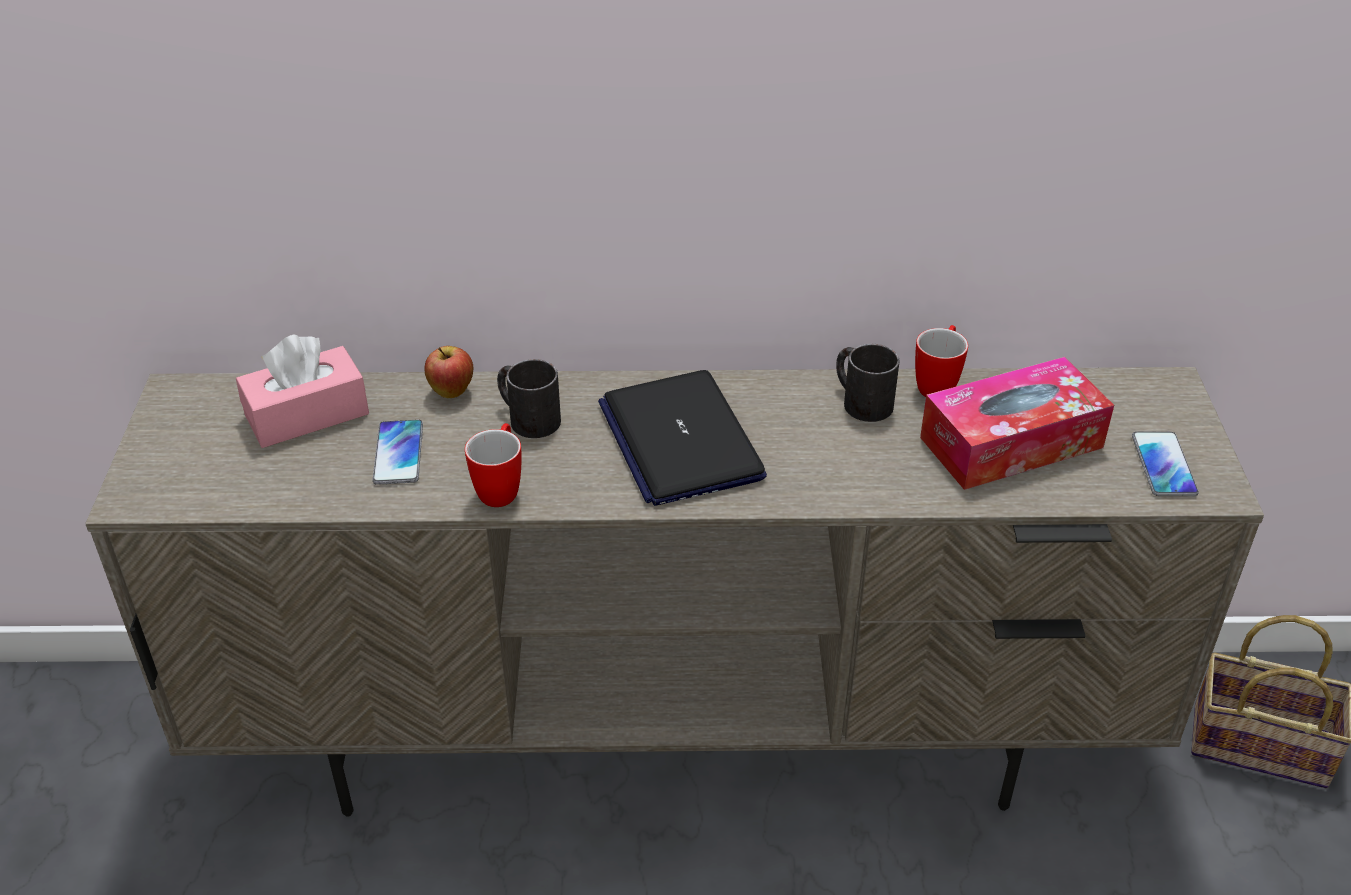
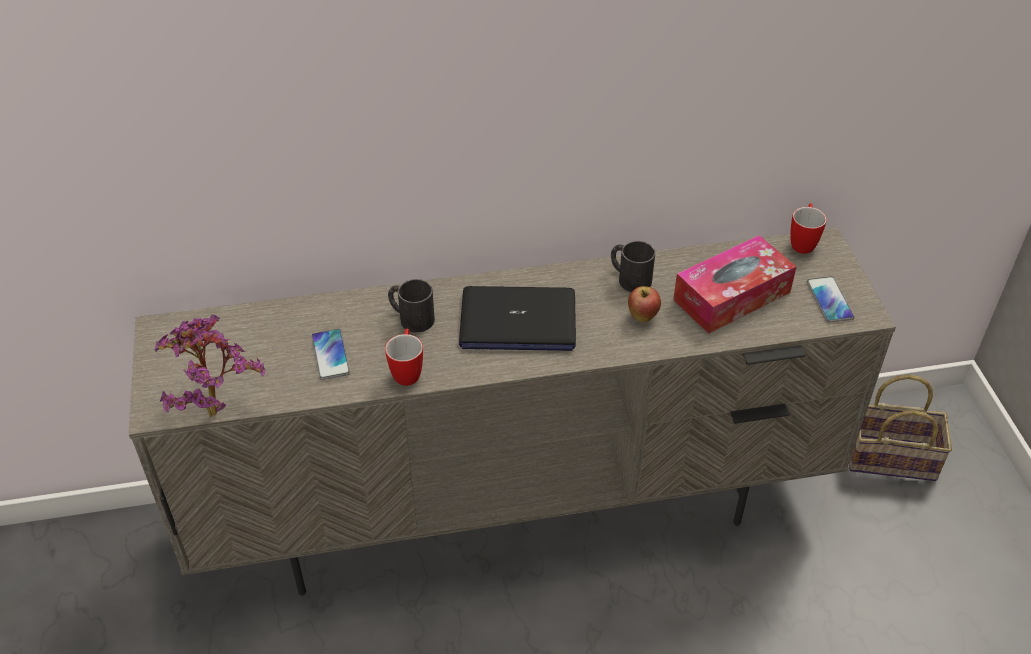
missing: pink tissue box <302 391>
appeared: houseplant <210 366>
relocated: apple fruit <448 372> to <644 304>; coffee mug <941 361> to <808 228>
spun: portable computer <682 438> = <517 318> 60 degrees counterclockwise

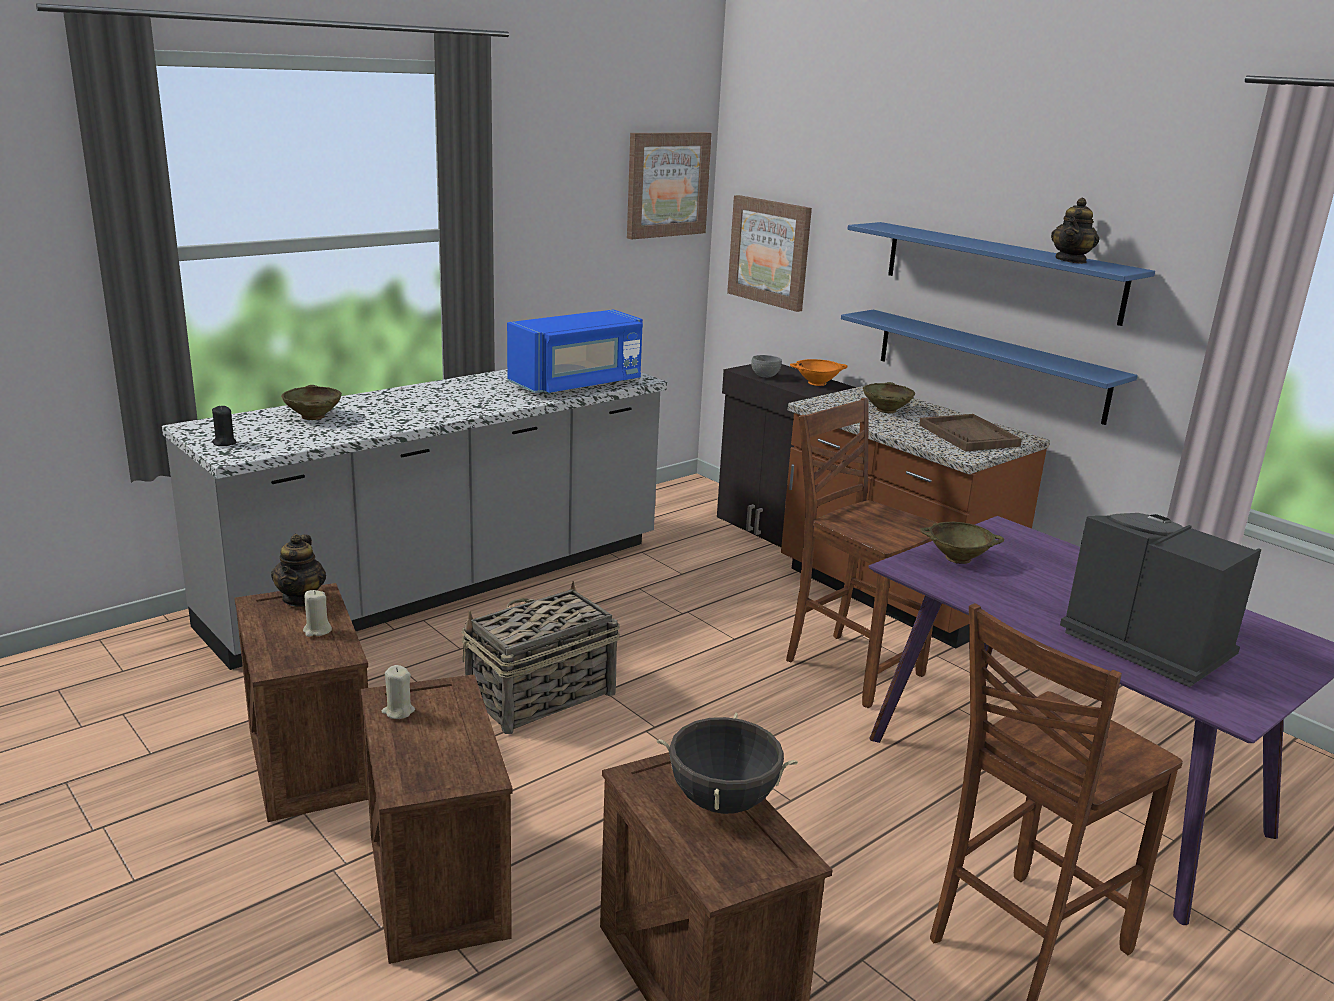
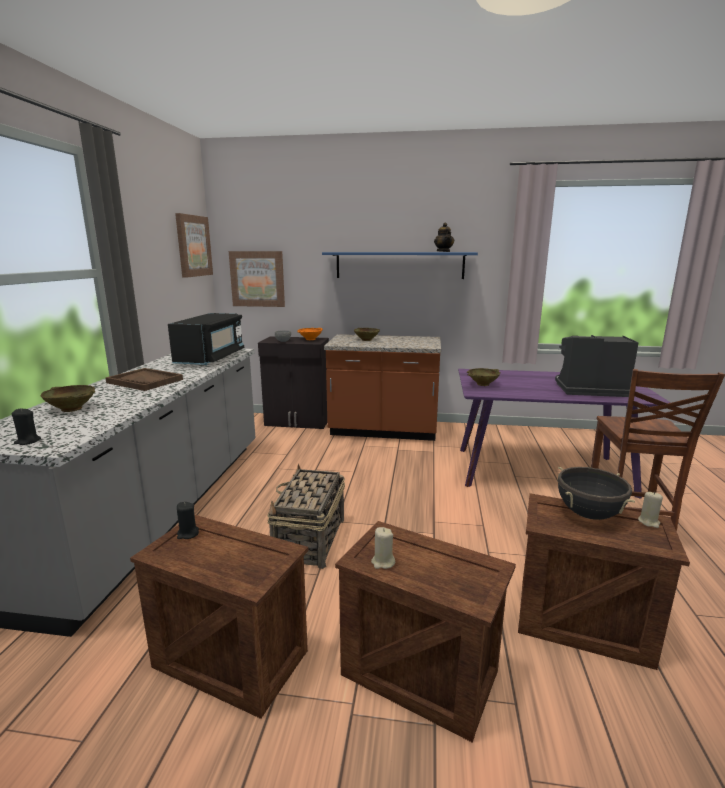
missing: brown-coloured upright chair <861 553>; blue wall shelf <989 367>
relocated: beige wax candle <317 613> to <650 510>; brown-coloured carrying tray <970 433> to <144 379>
exchanged: teapot <298 570> to blackish wax candle <188 520>
colour: blue kitchen microwave <575 351> to blackish kitchen microwave <206 339>

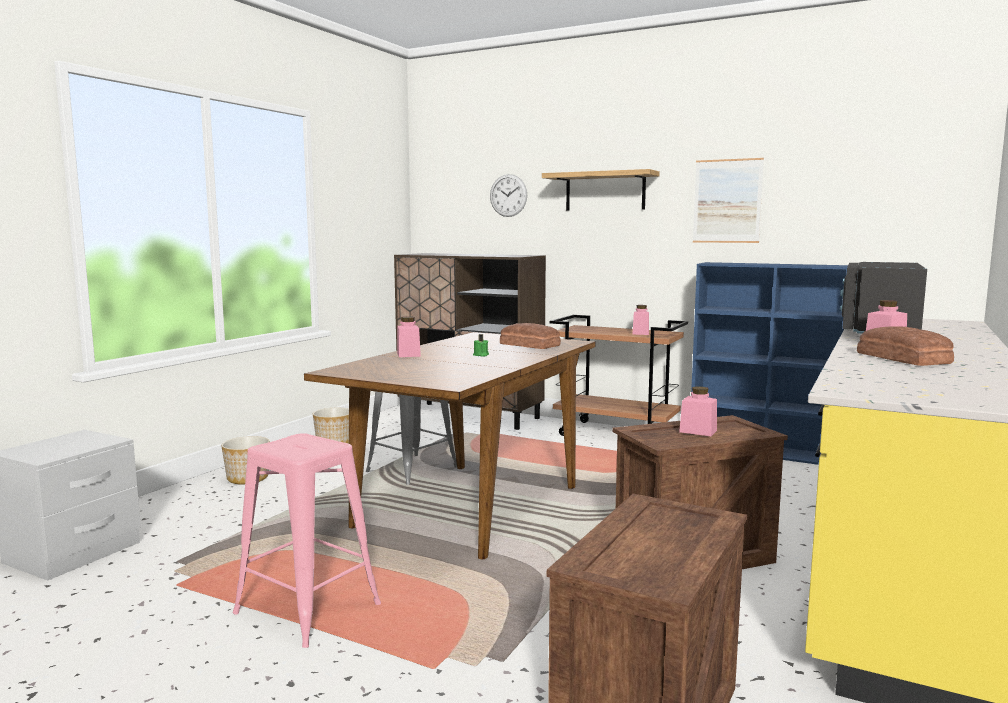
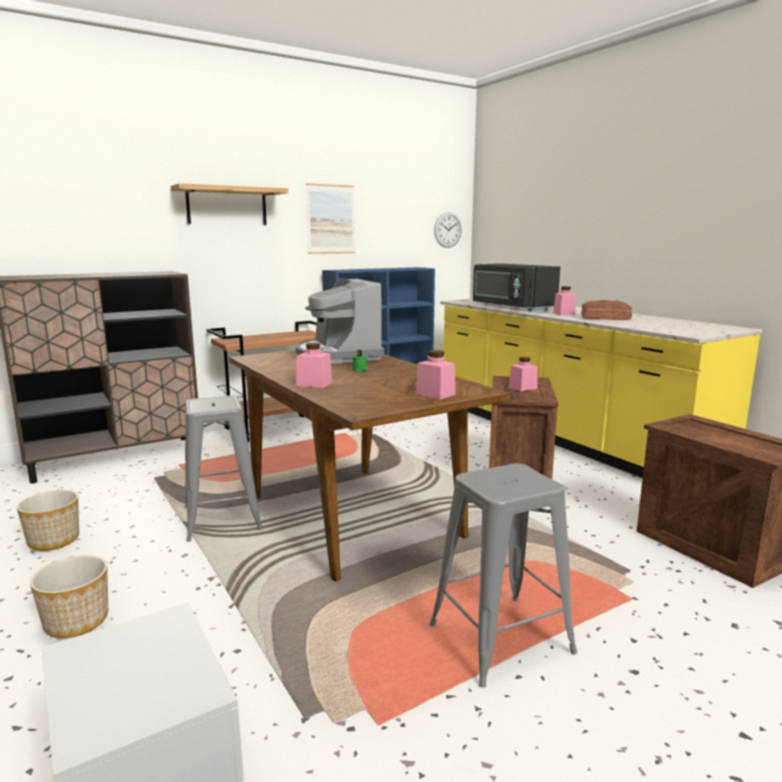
relocated: wall clock <508 195> to <448 230>; pink storage jar <640 320> to <435 375>
exchanged: bread <530 336> to coffee brewer <340 321>
colour: pink stool <307 540> to greyish stool <503 575>

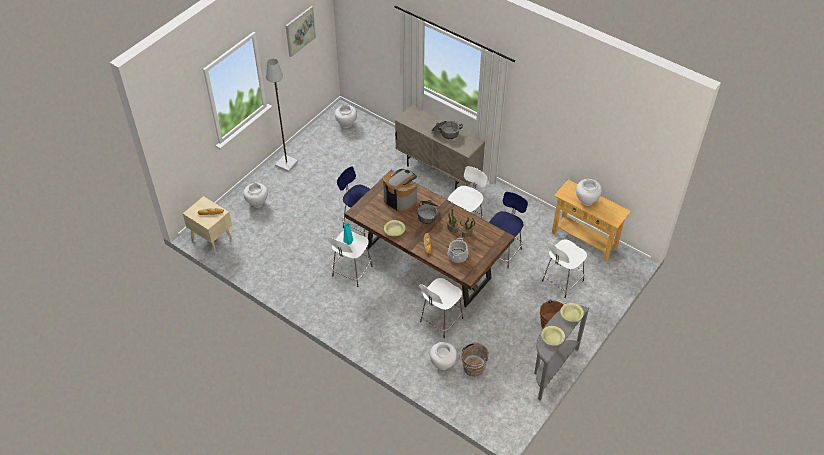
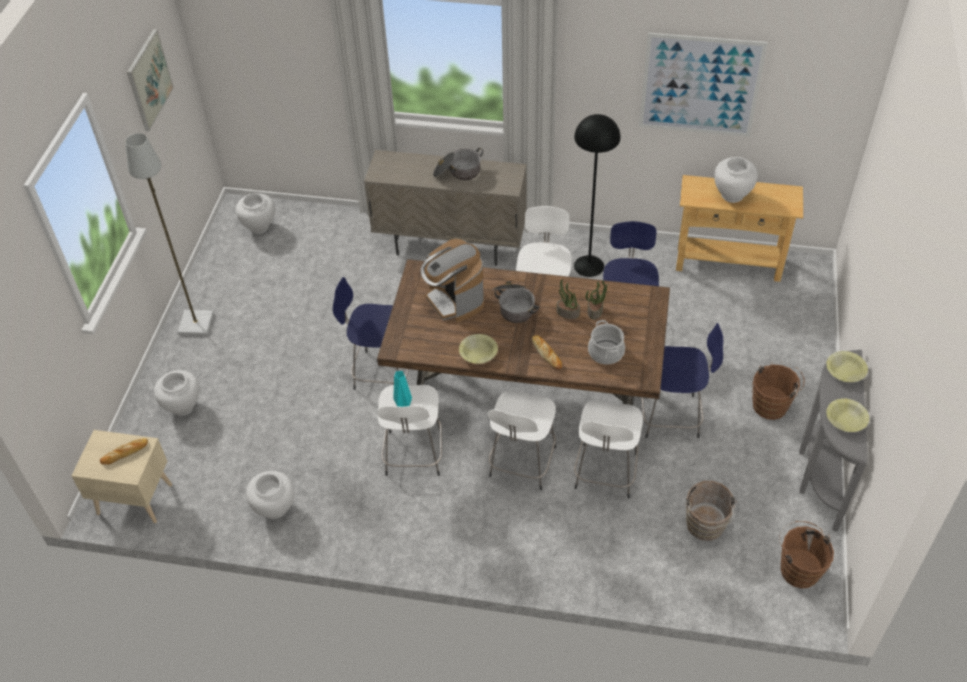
appeared: blackish floor lamp <597 195>; picture <703 85>; blue stool <682 380>; brown-coloured bucket <806 554>
relocated: whitish decorative vase <443 356> to <270 495>; whitish stool <564 268> to <522 440>
spun: coffee brewer <400 190> = <452 280> 135 degrees counterclockwise

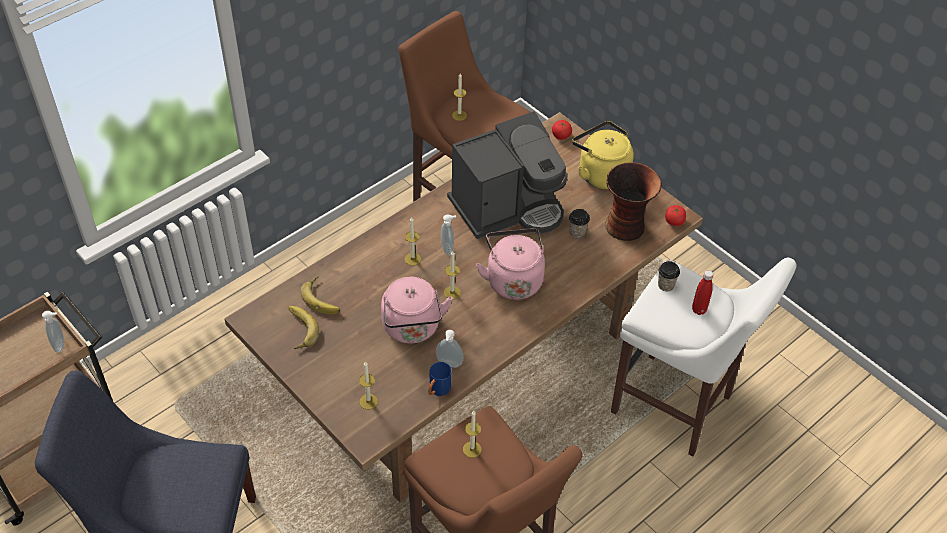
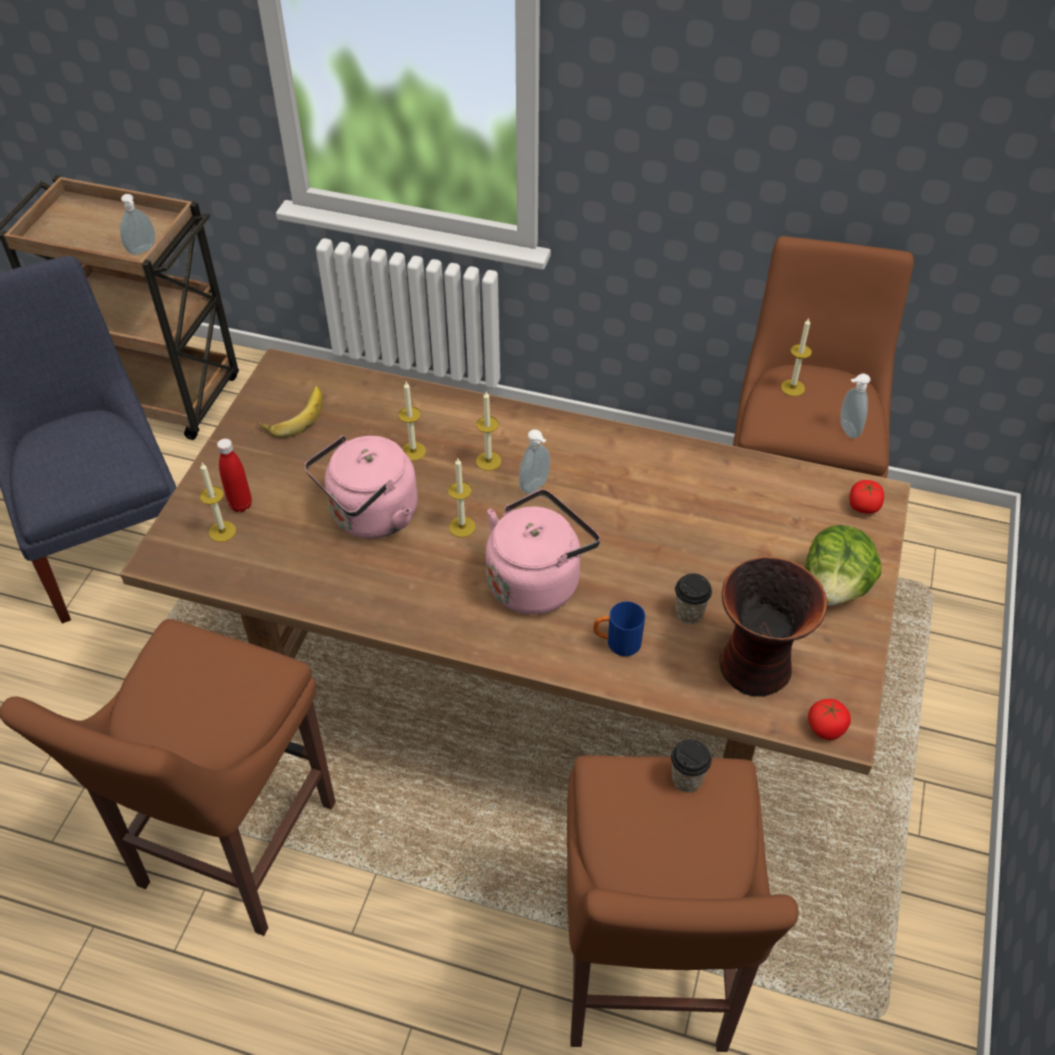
missing: whole banana <320 295>; coffee brewer <507 175>
relocated: blue coffee mug <439 379> to <619 628>; soap bottle <449 349> to <855 406>; wax candle <472 434> to <412 421>; red drink bottle <703 292> to <234 475>
exchanged: yellowish water kettle <603 155> to head of lettuce <843 565>
colour: whitish stool <703 357> to brown-coloured stool <682 903>

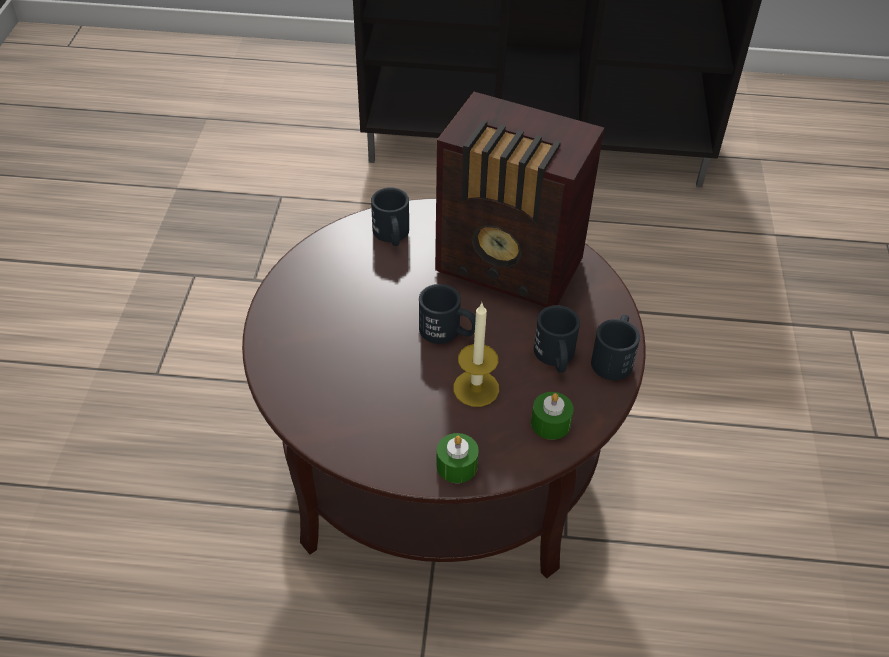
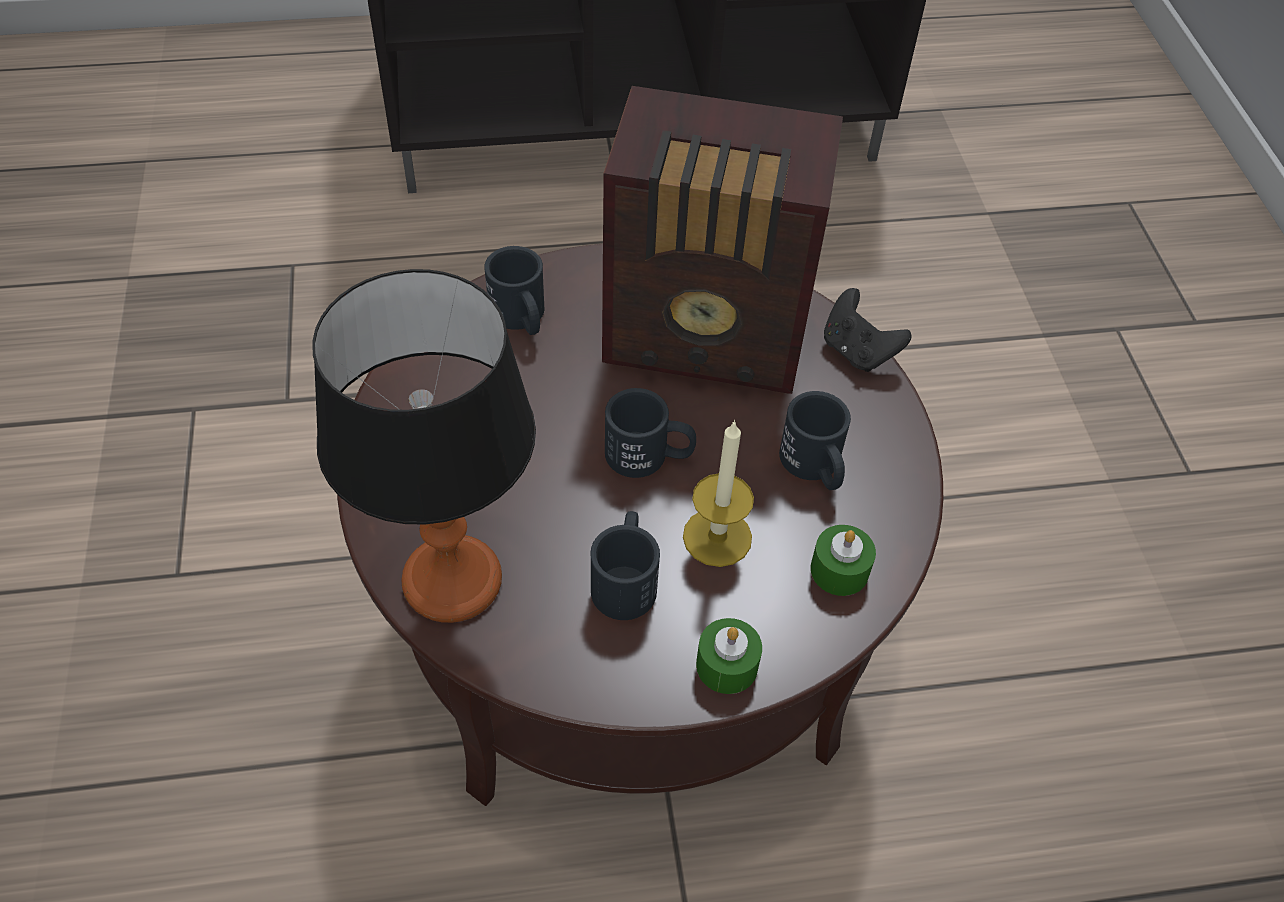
appeared: table lamp <424 446>; blackish joypad <868 330>
relocated: blackish coffee mug <615 347> to <625 565>

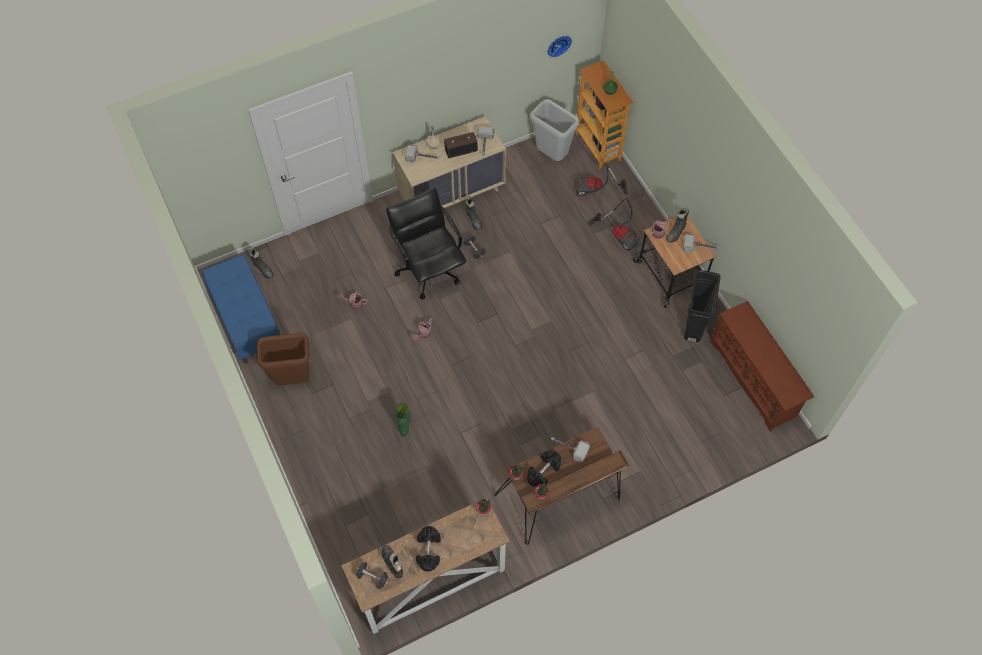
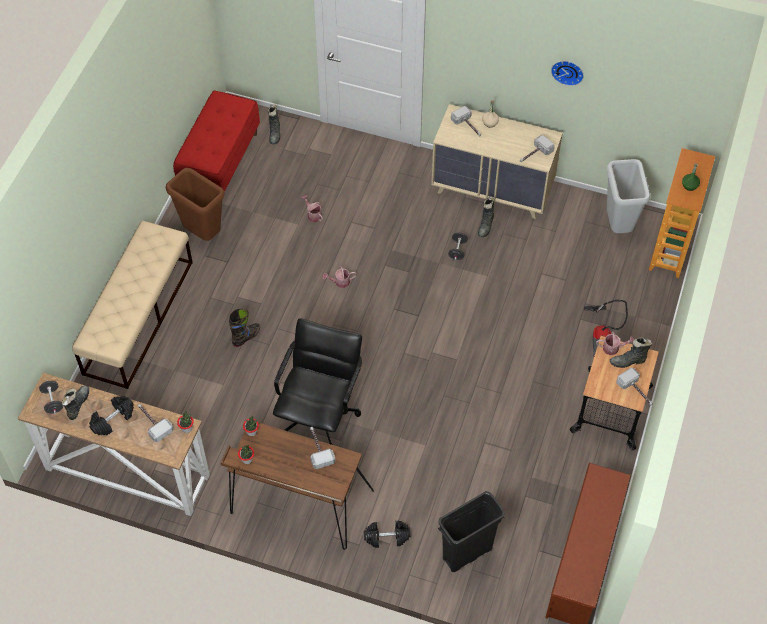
missing: radio set <461 145>; vacuum <601 180>
appeared: beige indoor bench <132 305>; hand hammer <156 423>
relocated: blackish computer chair <426 243> to <317 381>; blackish dumbbell <544 468> to <387 534>; wall clock <559 46> to <567 73>; blackish trash can <702 306> to <471 531>
colour: blue indoor bench <241 309> to red indoor bench <216 141>; greenish tall boot <402 419> to blackish tall boot <244 327>

